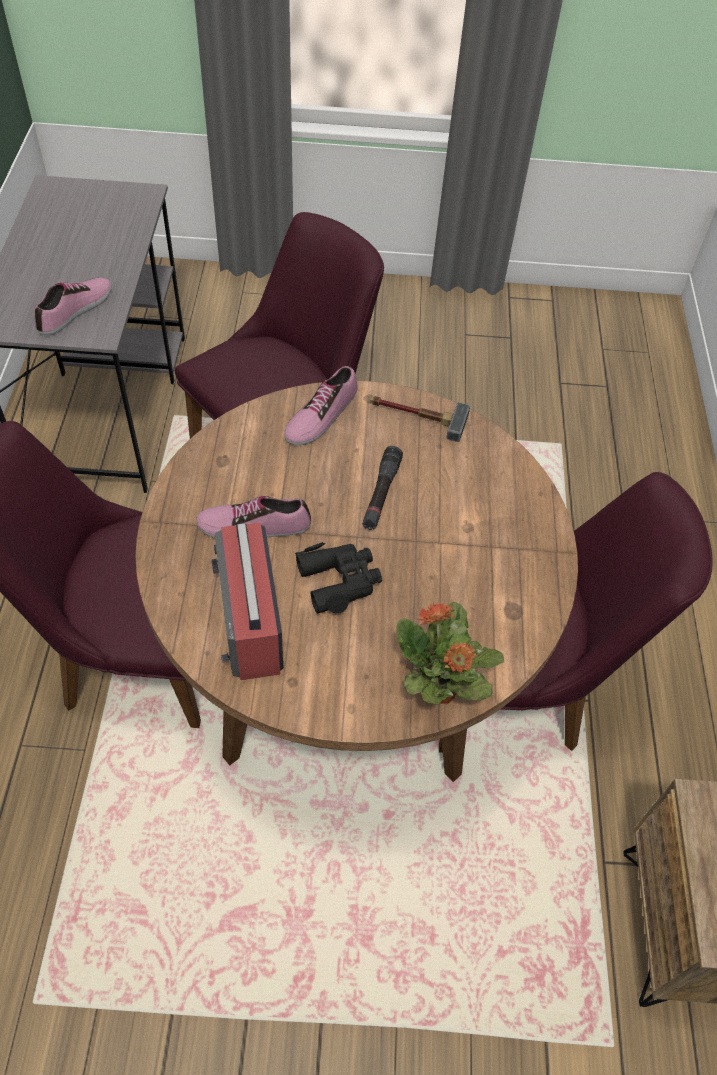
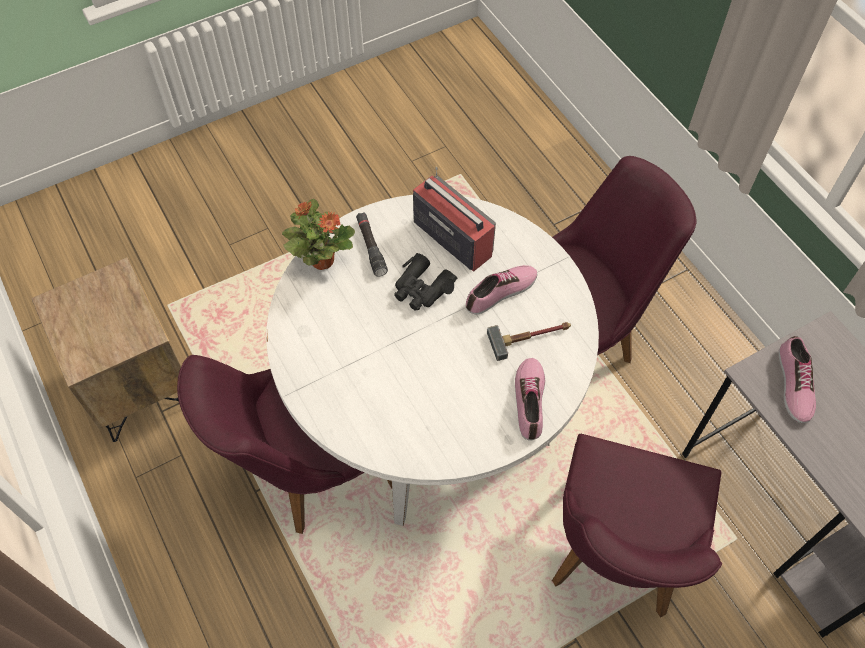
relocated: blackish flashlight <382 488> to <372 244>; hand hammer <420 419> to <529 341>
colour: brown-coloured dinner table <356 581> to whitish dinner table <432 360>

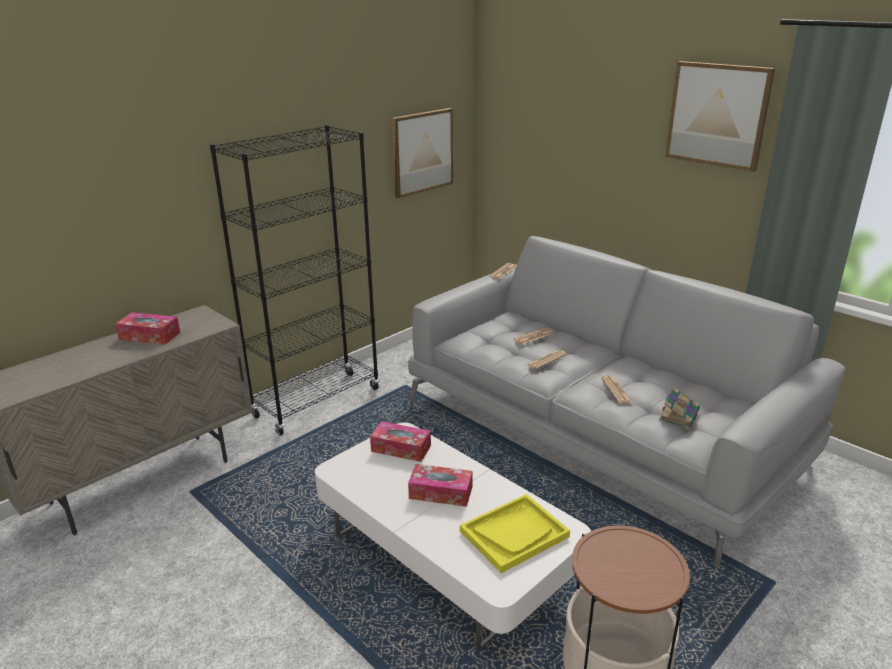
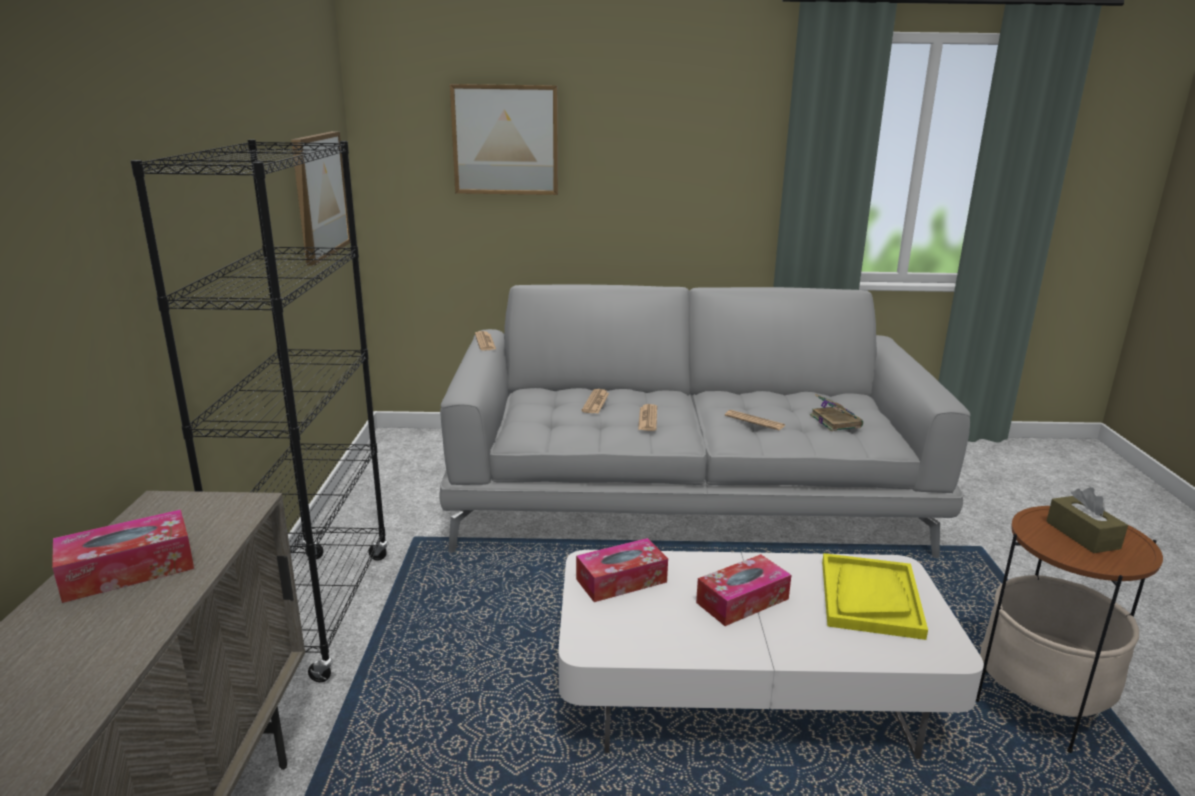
appeared: brown-coloured tissue box <1087 520>
relocated: picture <720 116> to <504 139>

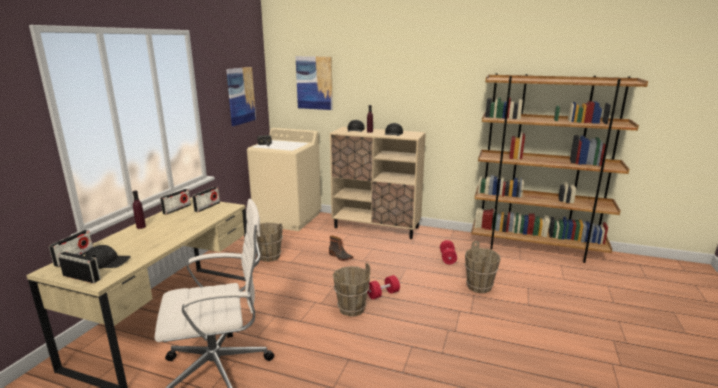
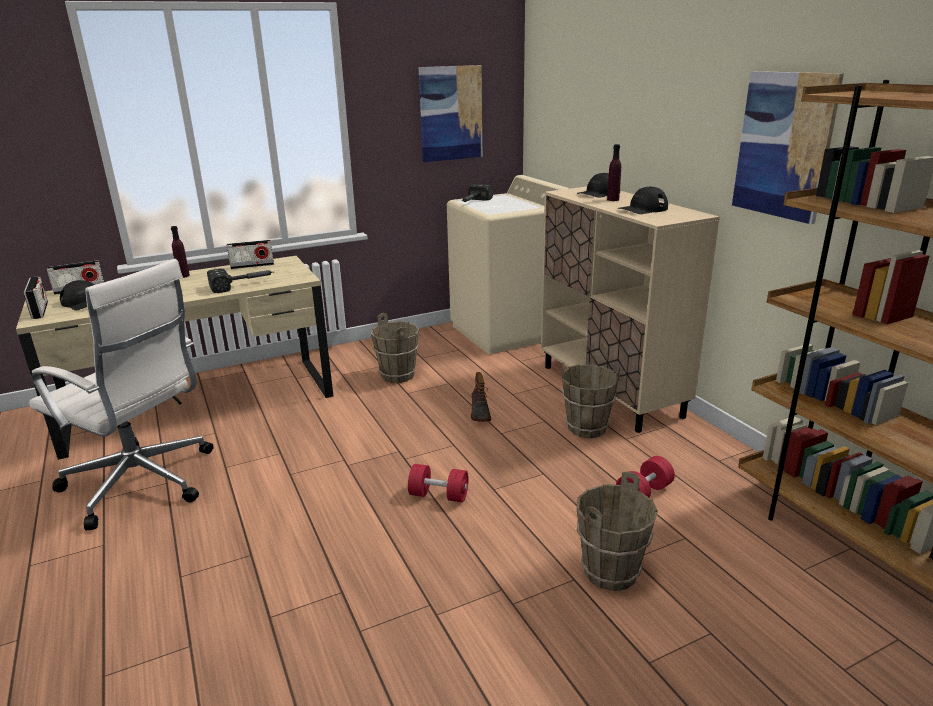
missing: radio set <206 199>
appeared: hand hammer <240 281>
relocated: picture <314 83> to <788 147>; brown-coloured bucket <351 290> to <591 400>

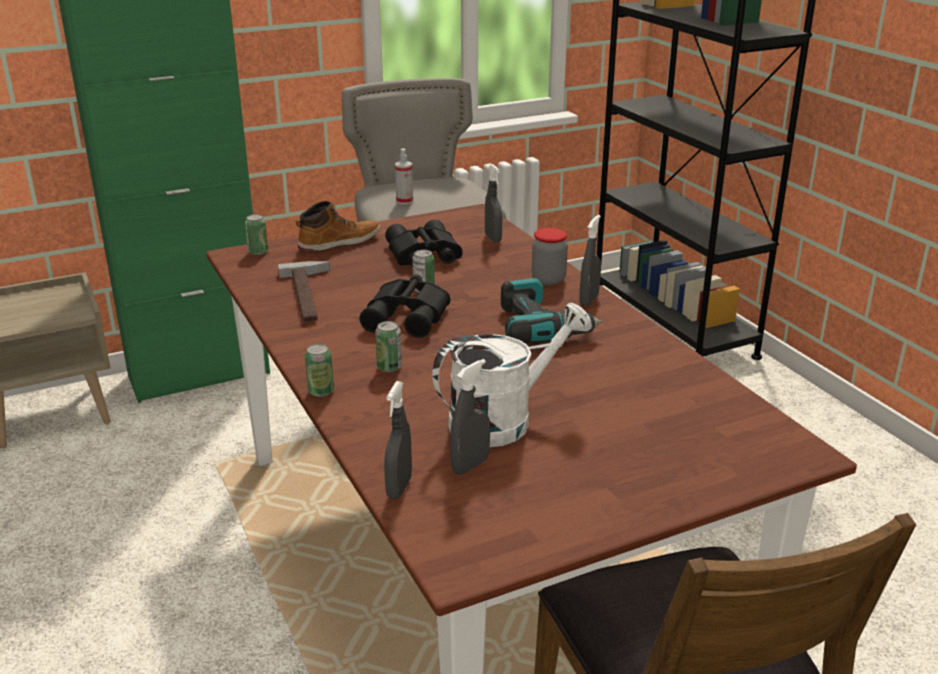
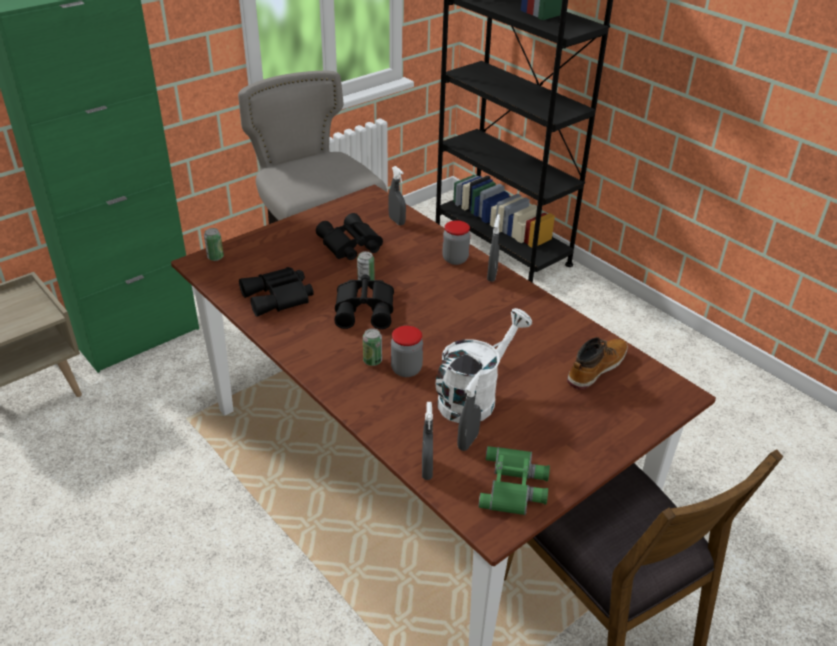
missing: metal can <319 370>; spray bottle <404 176>; drill <552 311>
appeared: storage jar <407 351>; greenish field glasses <514 480>
relocated: tall boot <338 227> to <597 363>
exchanged: hand hammer <304 291> to blackish field glasses <276 292>

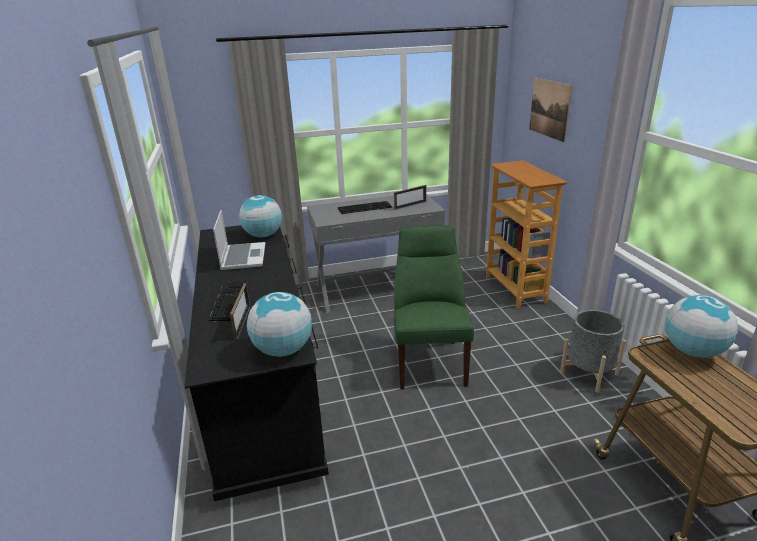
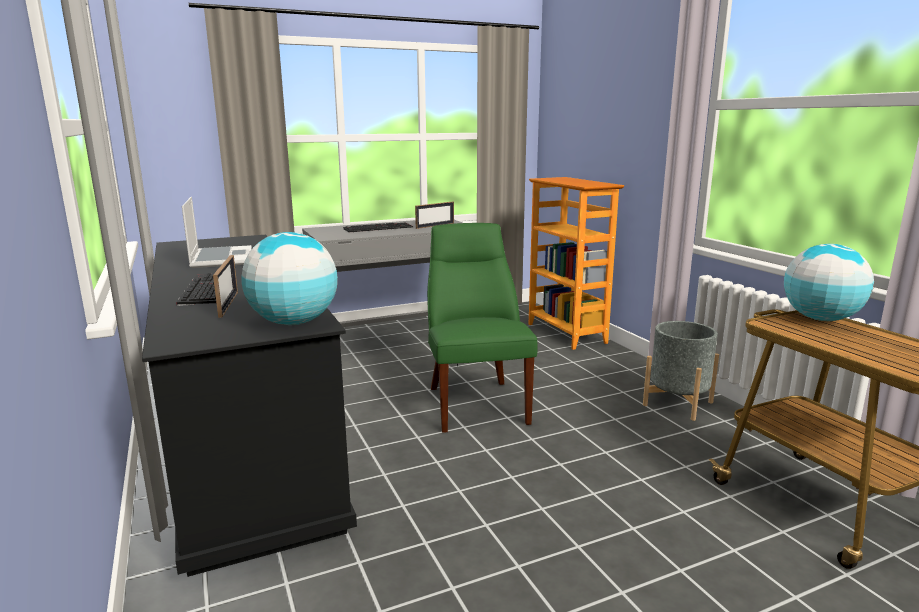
missing: desk globe <260 216>; picture <550 110>

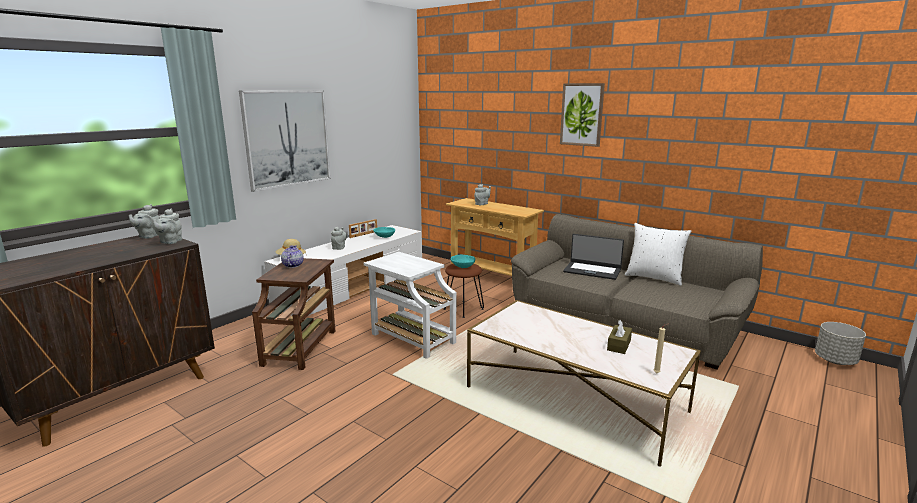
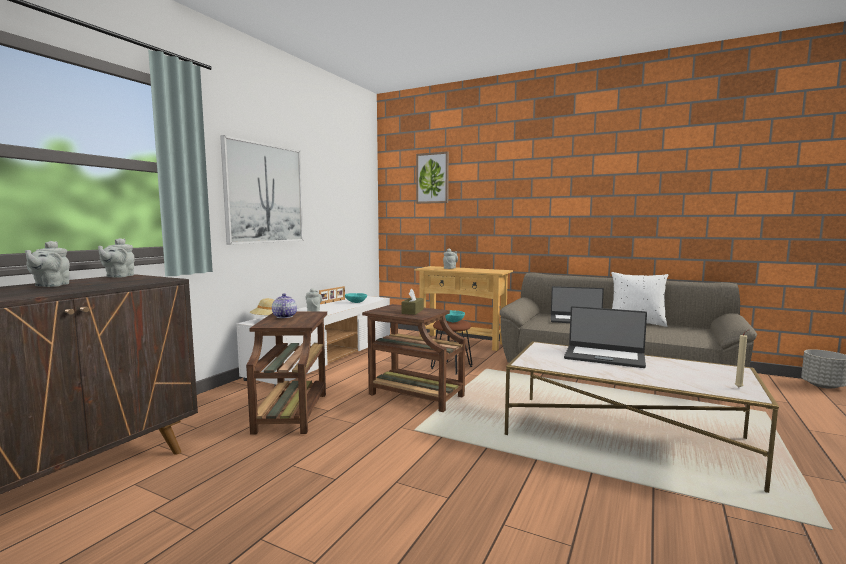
appeared: portable computer <605 337>
relocated: greyish teapot <167 226> to <47 264>; picture <582 115> to <432 177>; brown-coloured tissue box <619 337> to <412 302>
colour: whitish accent table <410 305> to brown-coloured accent table <414 358>

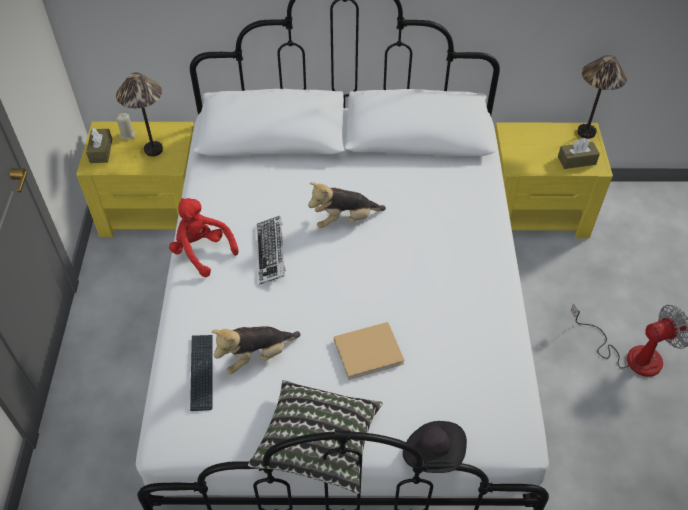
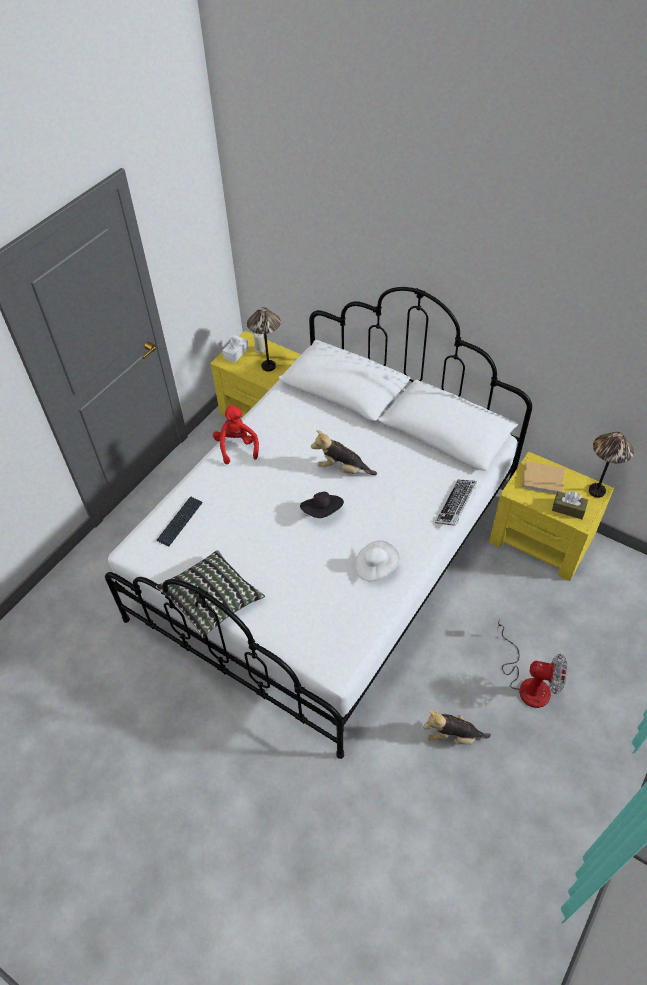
appeared: whitish clothing hat <377 560>
relocated: soft toy <256 350> to <457 727>; computer keyboard <271 250> to <456 502>; beige book <369 351> to <543 477>; blackish clothing hat <435 447> to <322 505>
colour: brown-coloured tissue box <99 145> to whitish tissue box <235 349>

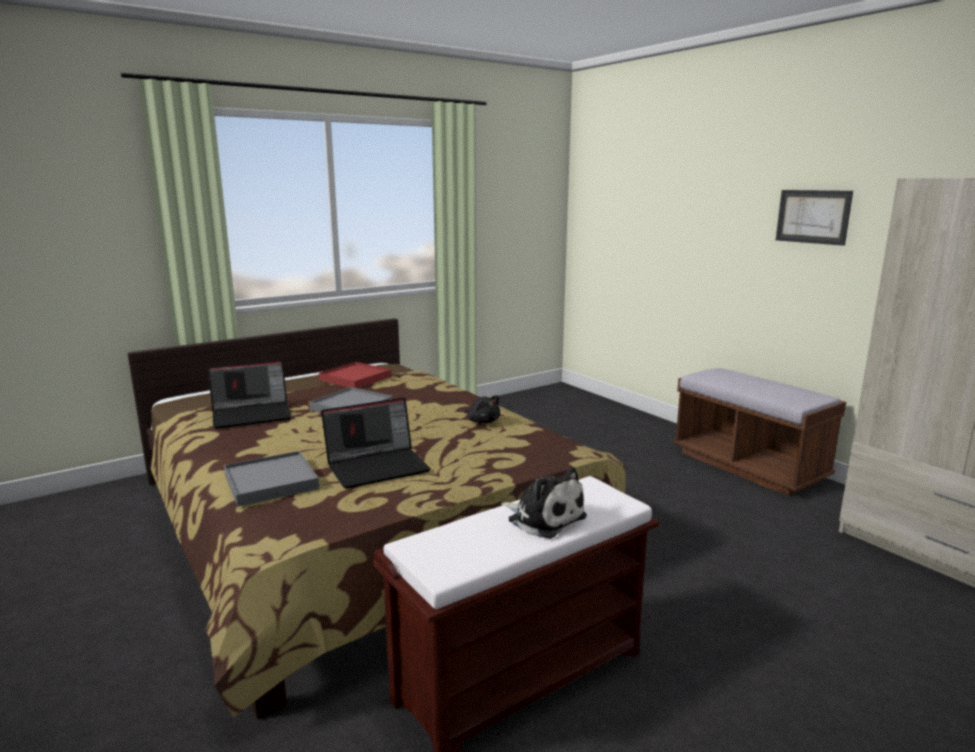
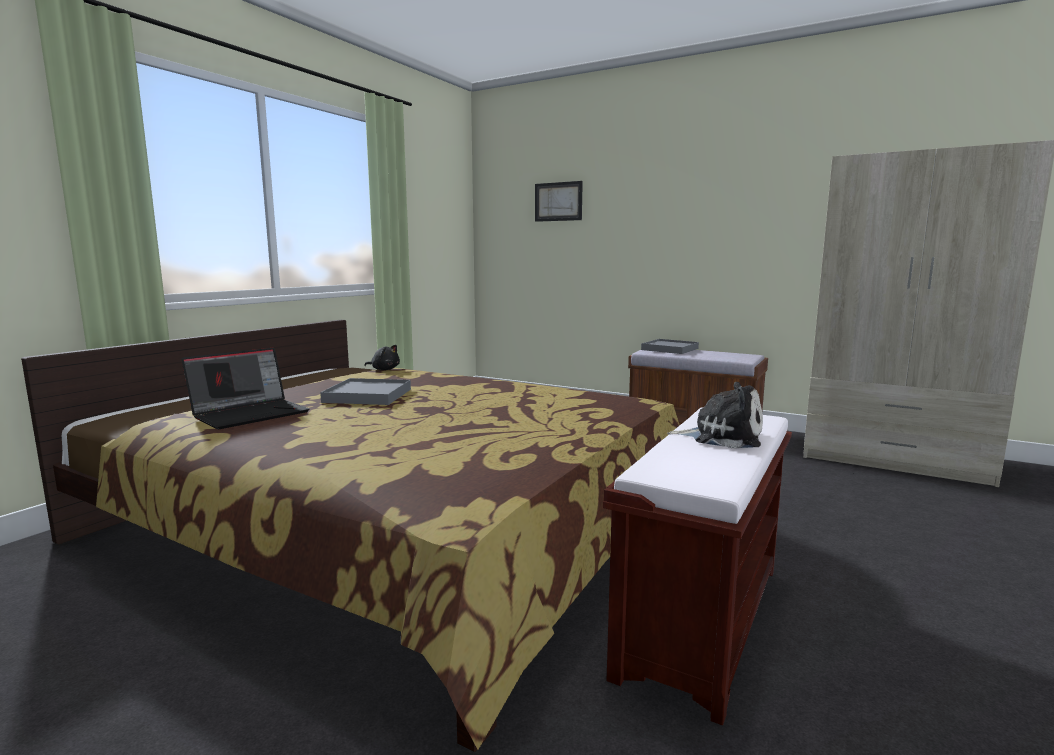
missing: red carrying tray <355 375>; portable computer <376 443>
relocated: greyish carrying tray <271 479> to <670 346>; blackish soft toy <482 409> to <382 357>; picture <814 218> to <559 201>

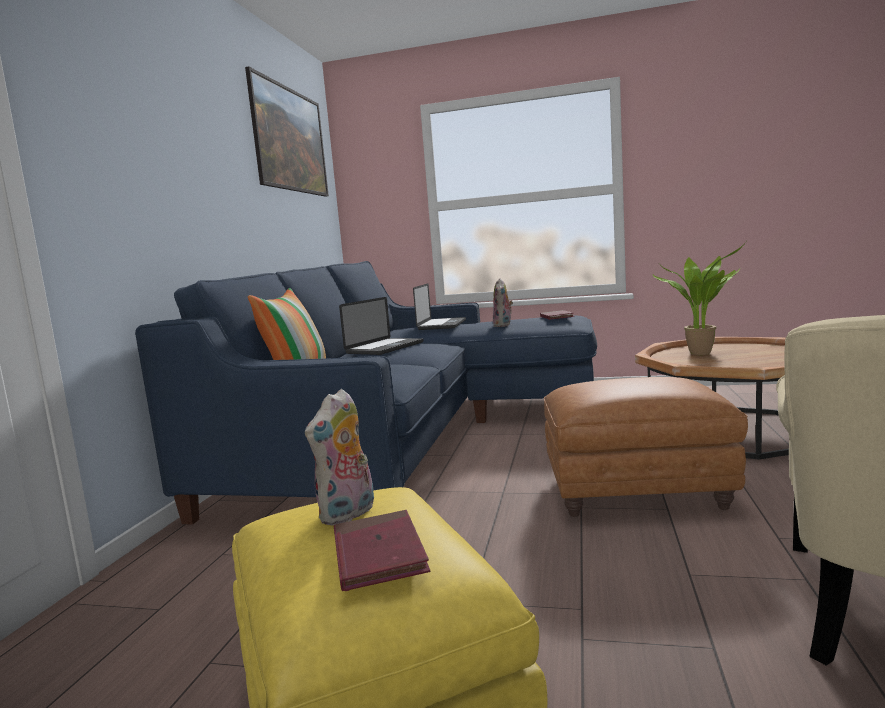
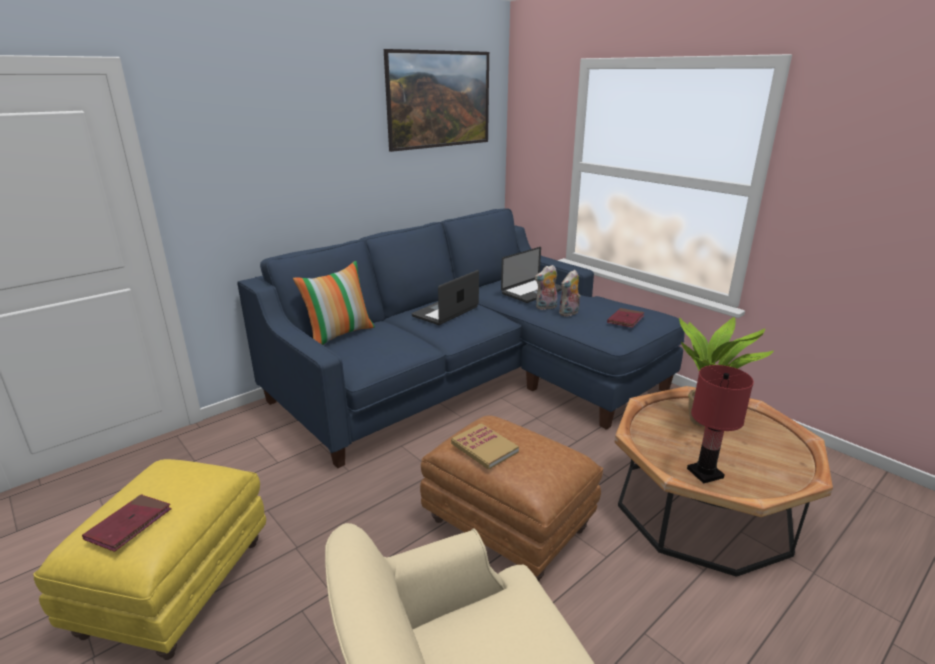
appeared: book <485 446>; red table lamp <720 424>
relocated: soft toy <339 457> to <546 287>
spun: portable computer <381 326> = <445 297> 150 degrees clockwise

